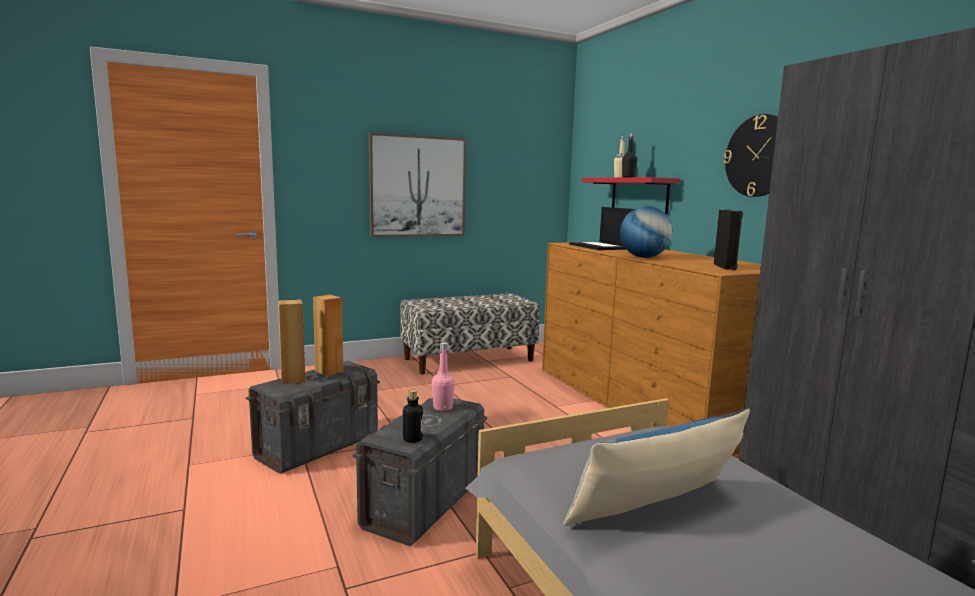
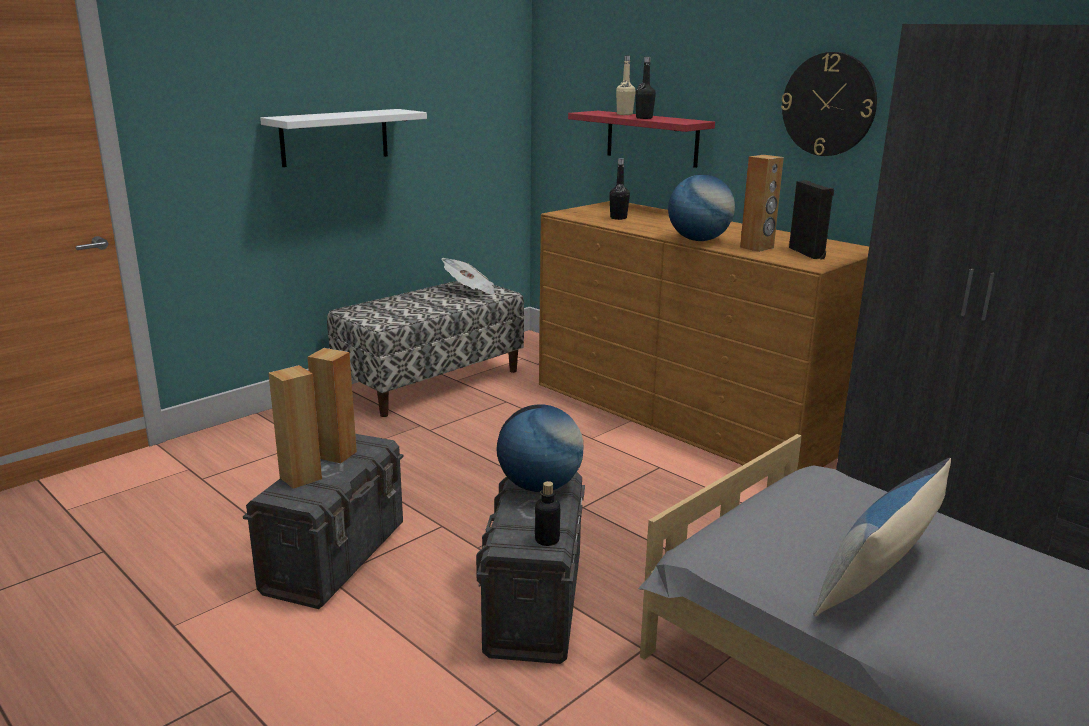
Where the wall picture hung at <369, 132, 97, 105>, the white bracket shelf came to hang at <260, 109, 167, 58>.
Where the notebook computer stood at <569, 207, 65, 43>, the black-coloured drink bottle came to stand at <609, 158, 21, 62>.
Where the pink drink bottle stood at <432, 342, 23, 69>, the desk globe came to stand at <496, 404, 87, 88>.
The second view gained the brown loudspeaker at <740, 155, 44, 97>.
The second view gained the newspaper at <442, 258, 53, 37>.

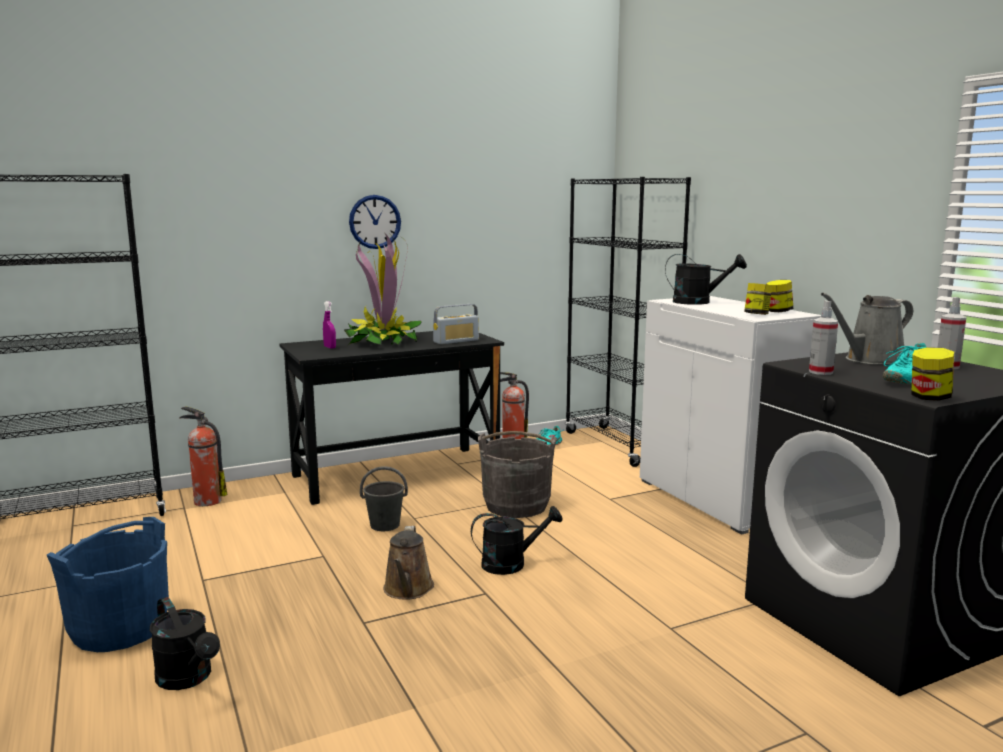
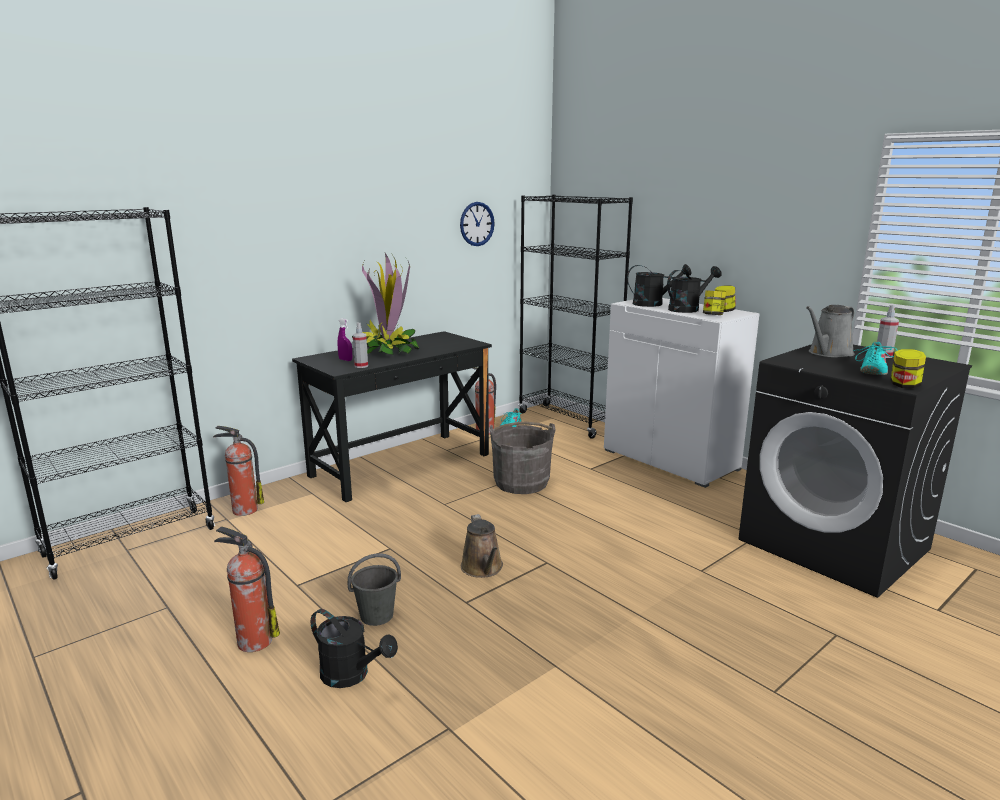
The wall clock ended up elsewhere, having gone from <349, 195, 52, 54> to <460, 202, 35, 44>.
The sprayer ended up elsewhere, having gone from <809, 301, 29, 74> to <353, 323, 15, 45>.
The second view lost the radio at <433, 304, 46, 40>.
The grey bucket ended up elsewhere, having gone from <360, 466, 48, 65> to <348, 553, 53, 73>.
The black-coloured sprinkling can ended up elsewhere, having gone from <471, 506, 92, 69> to <667, 266, 55, 47>.
Where the blue bucket stood at <47, 517, 122, 135>, the fire extinguisher came to stand at <214, 526, 66, 126>.

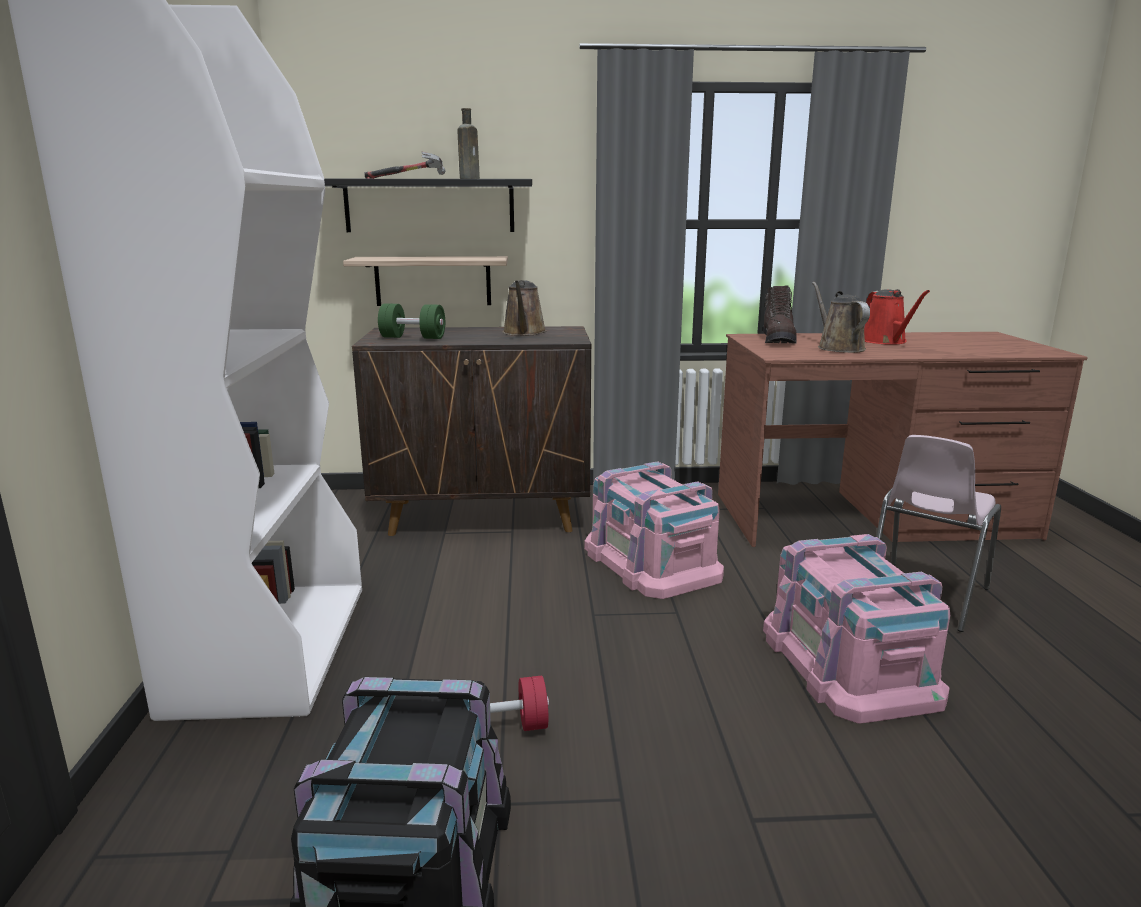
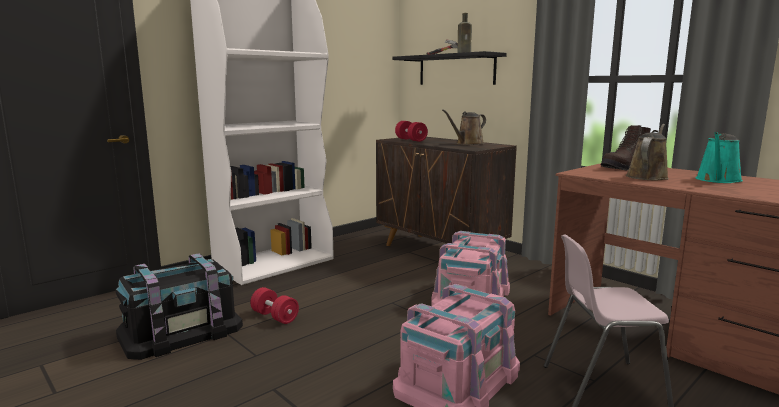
The second view lost the bracket shelf at <343, 256, 165, 50>.
What was the reddish sprinkling can at <864, 289, 66, 55> turned into the turquoise-coloured sprinkling can at <696, 132, 47, 51>.
What was the green-coloured hand weight at <378, 303, 67, 36> turned into the reddish hand weight at <395, 121, 33, 21>.

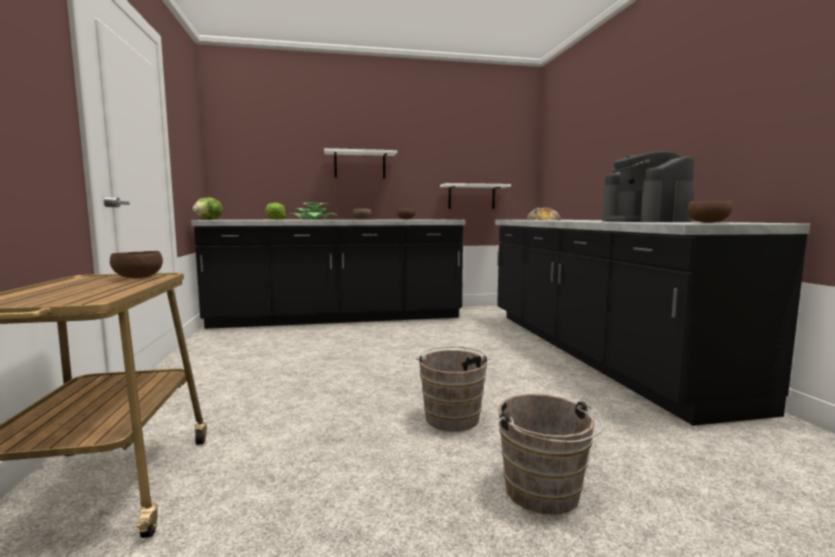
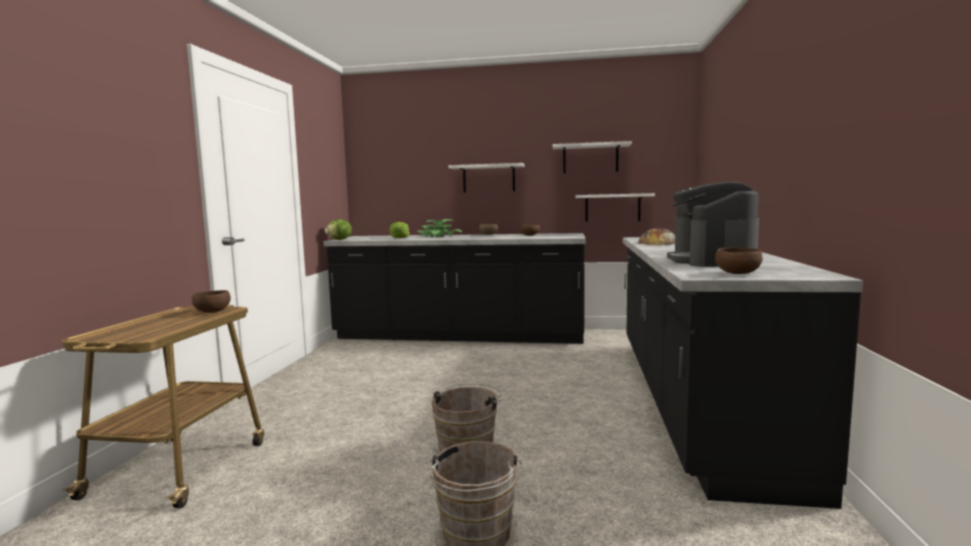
The second view gained the white bracket shelf at <553, 141, 79, 32>.

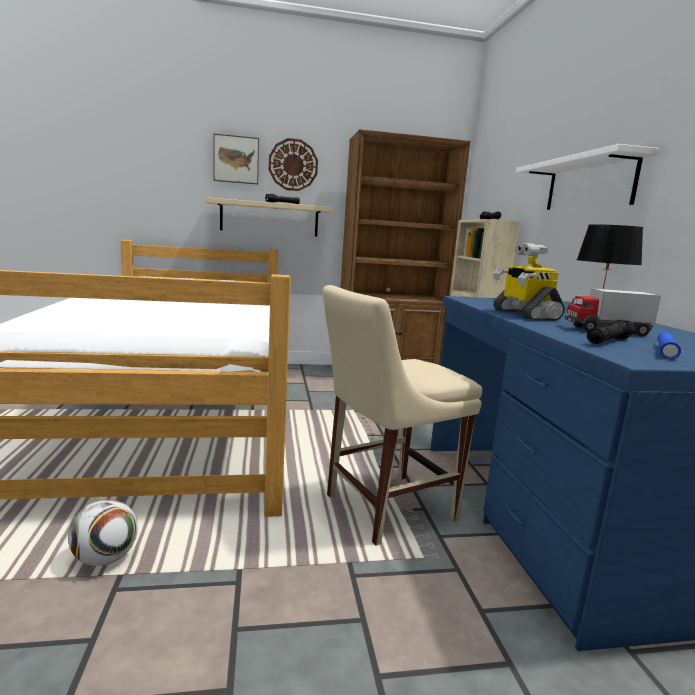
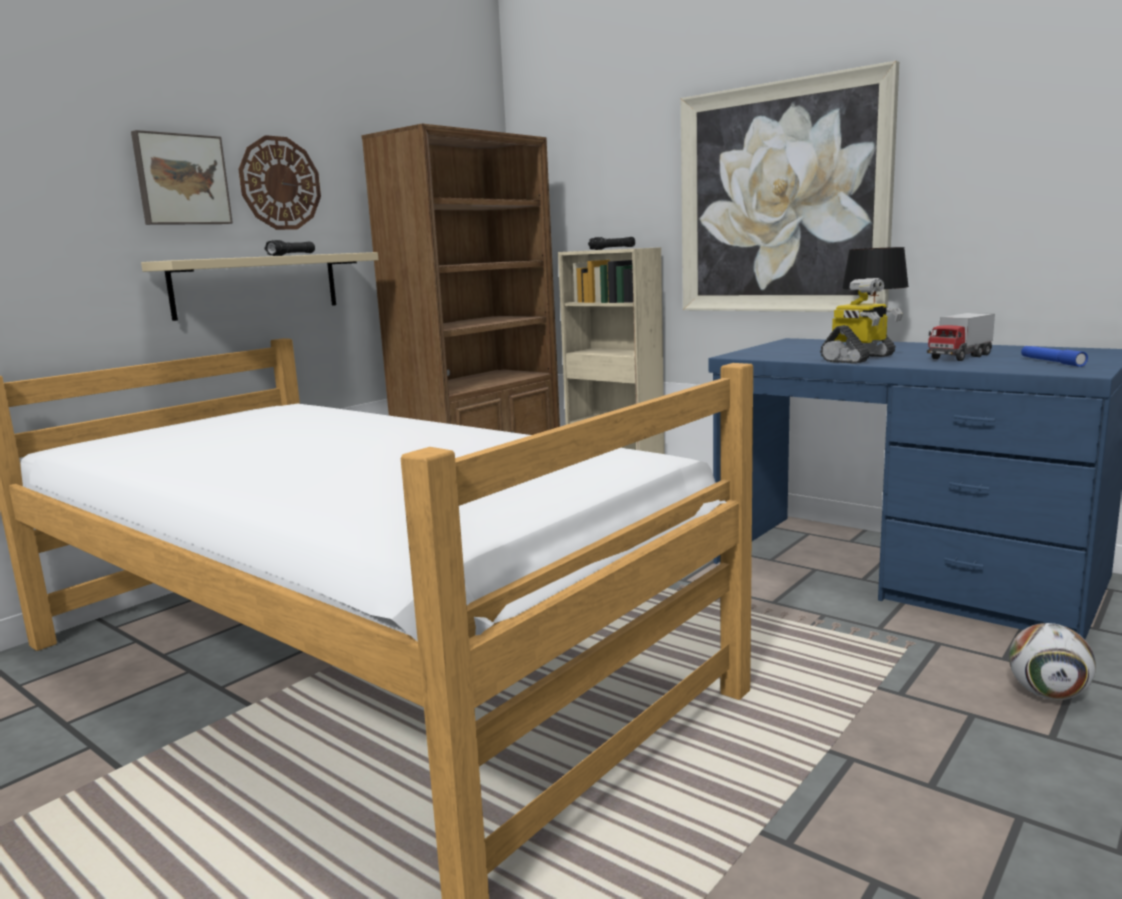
Where the white bracket shelf hung at <516, 144, 143, 66>, the wall picture came to hang at <681, 61, 218, 251>.
The model robot at <493, 243, 72, 78> ended up facing another way, 75 degrees counterclockwise from before.
The second view lost the beige upright chair at <322, 285, 160, 261>.
The second view lost the black-coloured torch at <587, 319, 49, 25>.
The football ended up elsewhere, having gone from <68, 499, 70, 67> to <1009, 623, 87, 77>.

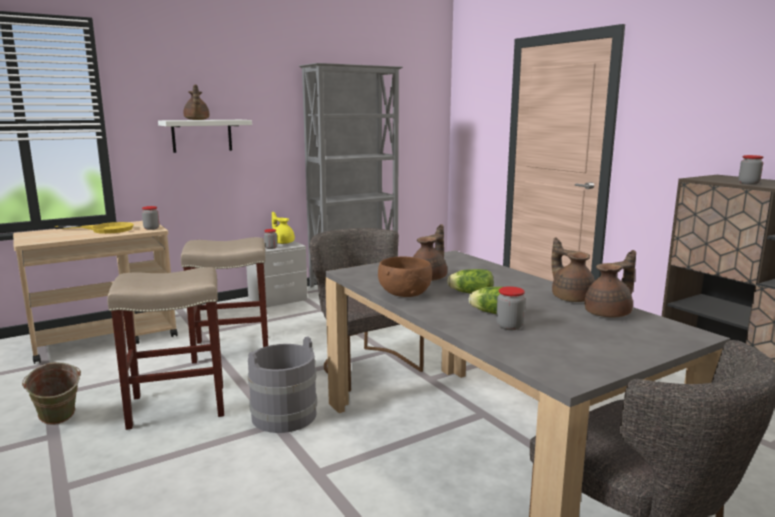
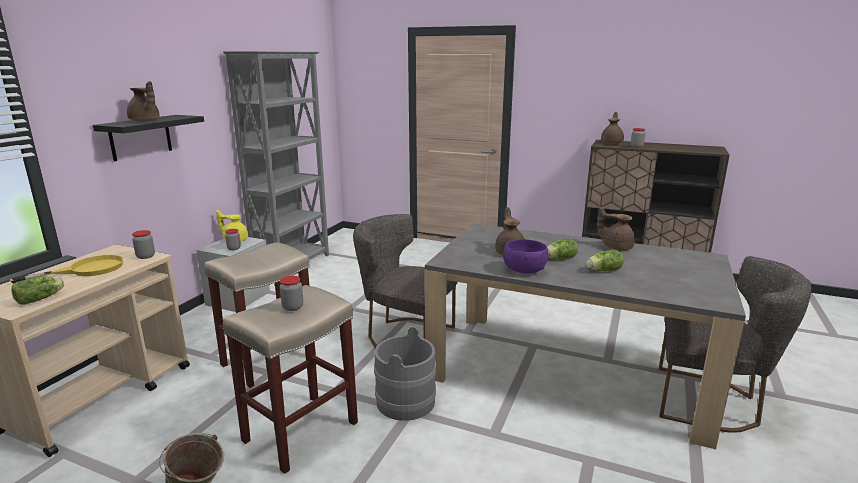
What was the white bracket shelf at <158, 120, 94, 33> turned into the black-coloured bracket shelf at <93, 115, 111, 47>.
The brown tea pot ended up elsewhere, having gone from <585, 250, 51, 67> to <601, 112, 23, 32>.
What was the brown deep dish at <378, 257, 54, 40> turned into the purple deep dish at <503, 239, 45, 35>.
The storage jar ended up elsewhere, having gone from <496, 286, 29, 44> to <280, 276, 23, 35>.
The second view gained the head of lettuce at <11, 276, 53, 29>.

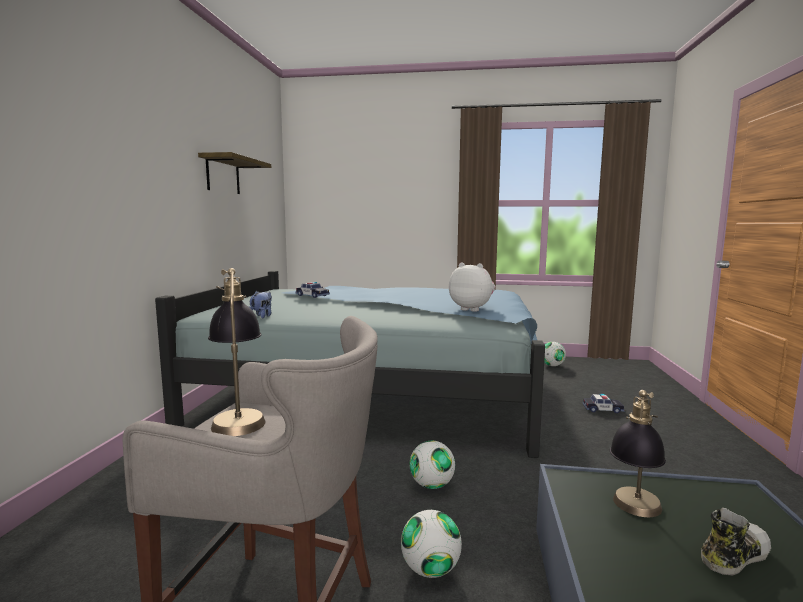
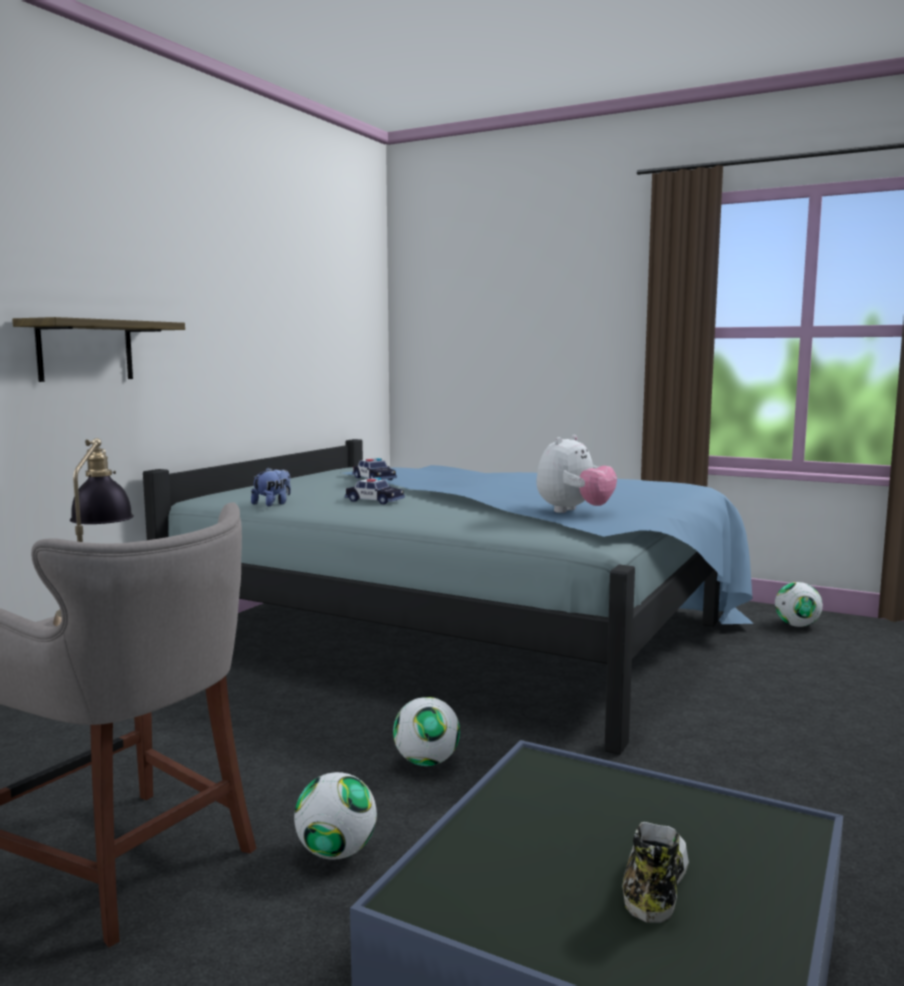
The bracket shelf ended up elsewhere, having gone from <198, 152, 73, 42> to <12, 317, 173, 65>.
The soft toy at <449, 262, 46, 50> ended up facing another way, 75 degrees clockwise from before.
The second view lost the tabletop lamp at <610, 390, 56, 127>.
The model car ended up elsewhere, having gone from <582, 394, 43, 19> to <345, 477, 60, 27>.
The low shoe at <701, 508, 70, 68> ended up facing another way, 60 degrees counterclockwise from before.

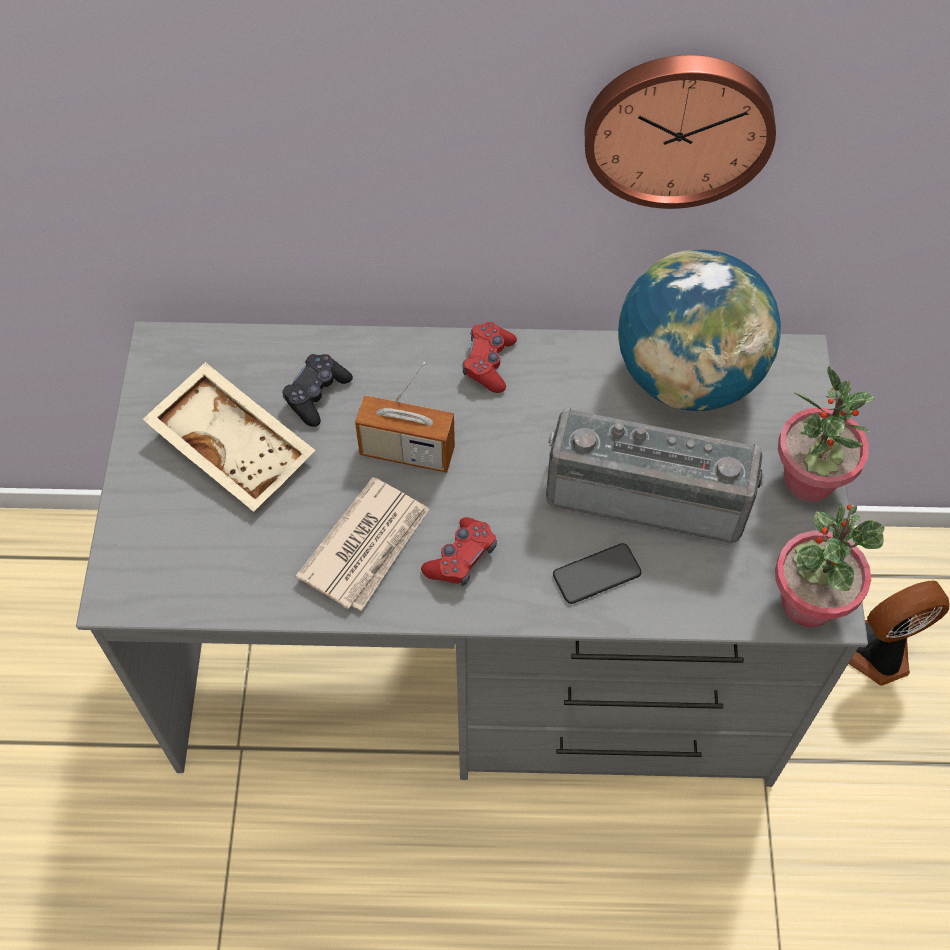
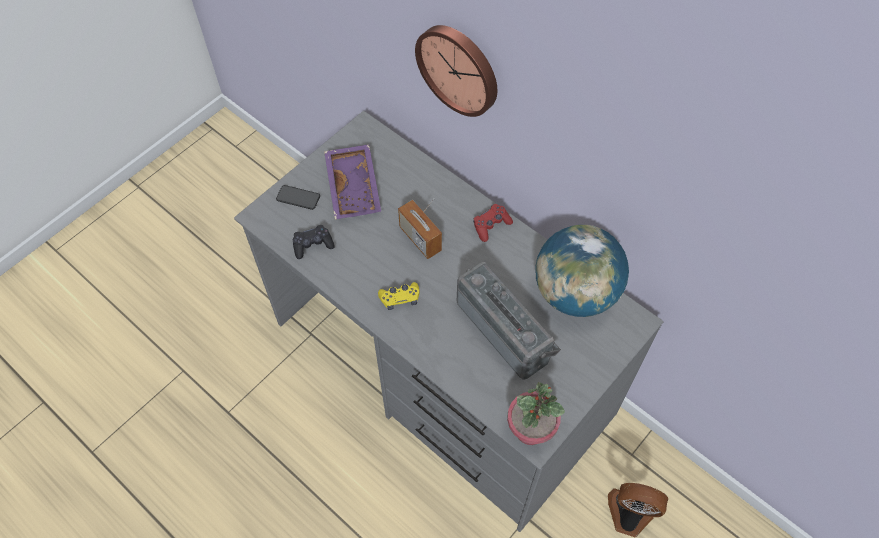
The wall clock ended up elsewhere, having gone from <585, 55, 191, 154> to <415, 25, 82, 92>.
The black-coloured joypad ended up elsewhere, having gone from <282, 354, 71, 73> to <293, 225, 42, 34>.
What was the beige tray at <142, 362, 173, 150> turned into the purple tray at <324, 144, 57, 75>.
The second view lost the potted plant at <778, 366, 97, 136>.
The second view lost the newspaper at <296, 477, 133, 134>.
What was the reddish joypad at <421, 517, 76, 69> turned into the yellow joypad at <378, 282, 42, 28>.
The telephone ended up elsewhere, having gone from <553, 543, 88, 61> to <276, 185, 44, 25>.

